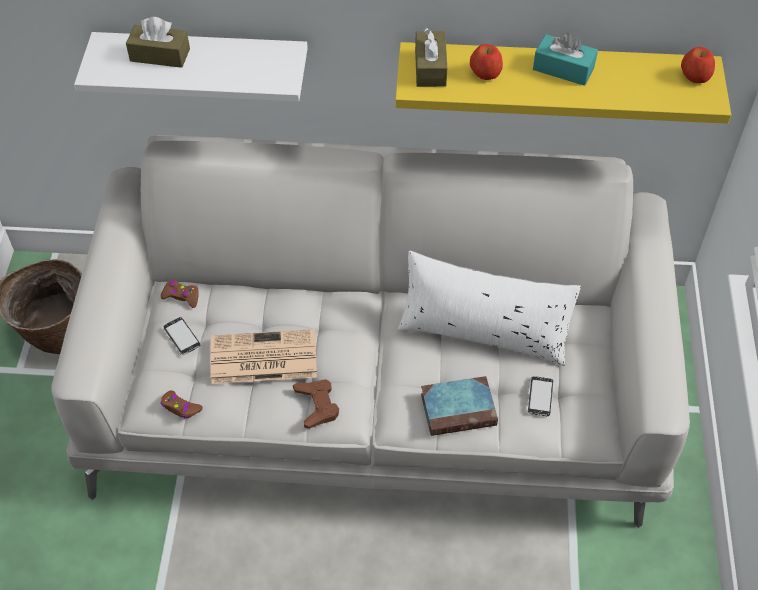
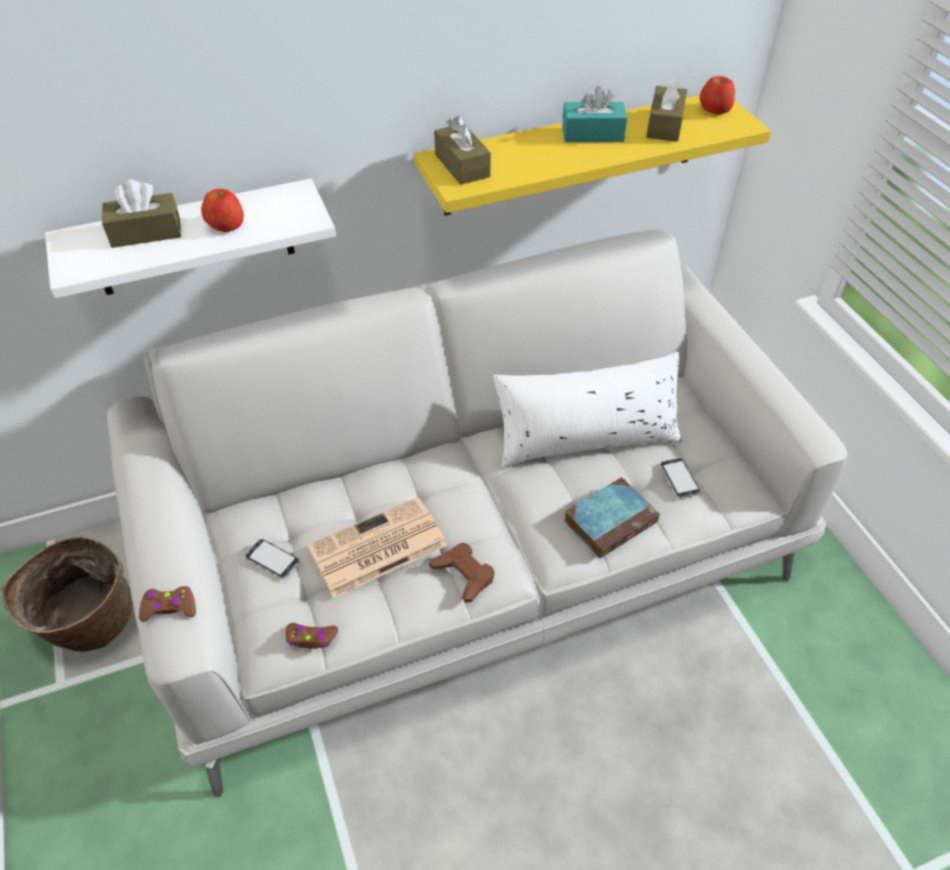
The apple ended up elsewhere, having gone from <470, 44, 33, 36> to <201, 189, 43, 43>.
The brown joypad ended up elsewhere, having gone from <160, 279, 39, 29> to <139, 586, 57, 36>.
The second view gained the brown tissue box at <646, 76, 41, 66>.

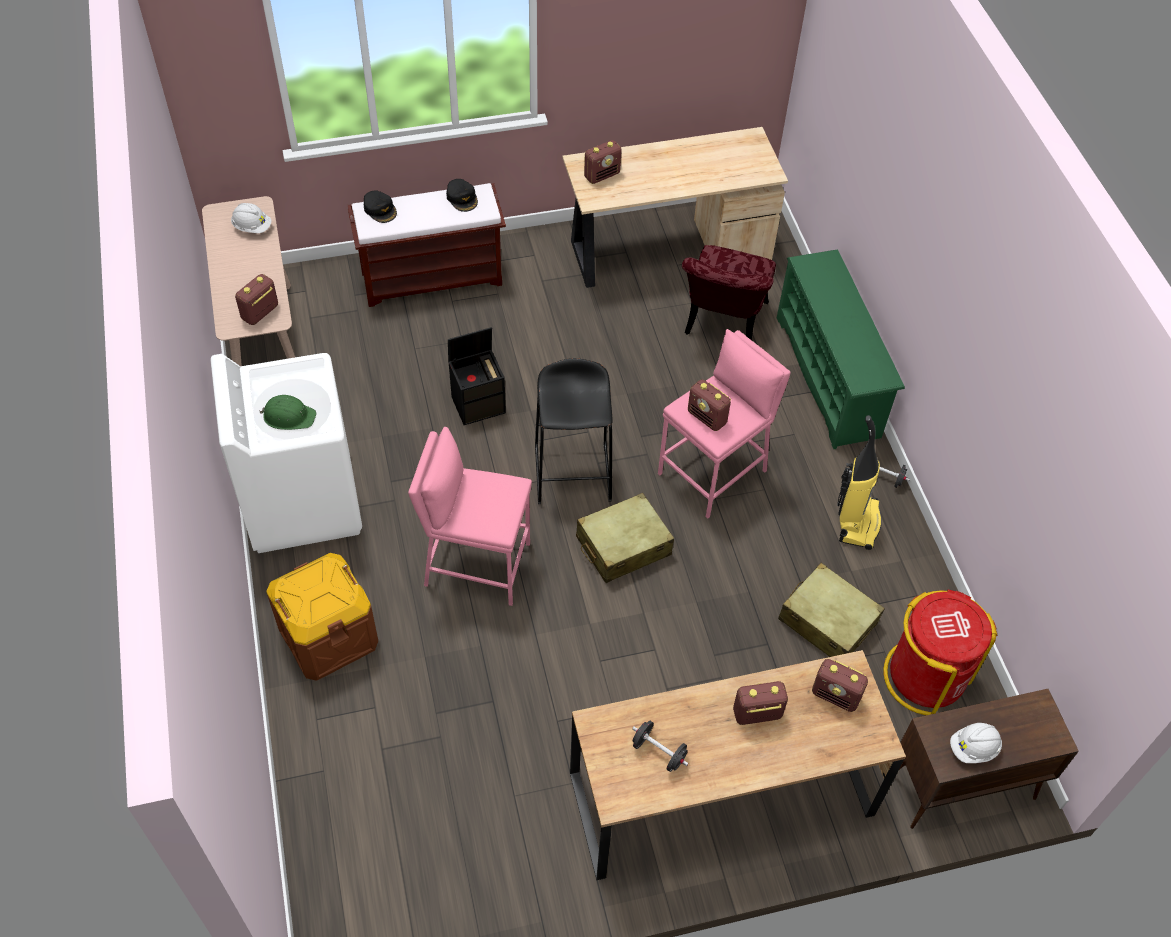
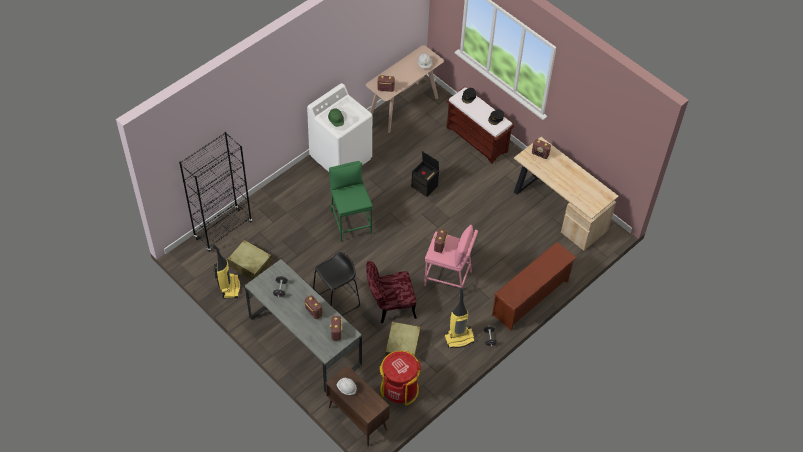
The reddish upright chair ended up elsewhere, having gone from <682, 245, 94, 95> to <366, 261, 51, 62>.
What was the green-coloured shoe shelf at <777, 249, 128, 200> turned into the brown shoe shelf at <492, 242, 85, 89>.
The black-coloured sitting stool ended up elsewhere, having gone from <535, 358, 78, 146> to <313, 252, 47, 64>.
What was the pink sitting stool at <408, 427, 124, 179> turned into the green-coloured sitting stool at <329, 161, 44, 81>.
The beige suitcase ended up elsewhere, having gone from <576, 493, 98, 90> to <227, 240, 45, 40>.
The second view lost the brown storage box at <266, 553, 112, 128>.
What was the brown desk at <570, 650, 336, 230> turned into the grey desk at <245, 259, 117, 133>.
The second view gained the black-coloured bookcase at <179, 132, 73, 120>.
The second view gained the hoover at <211, 244, 30, 54>.

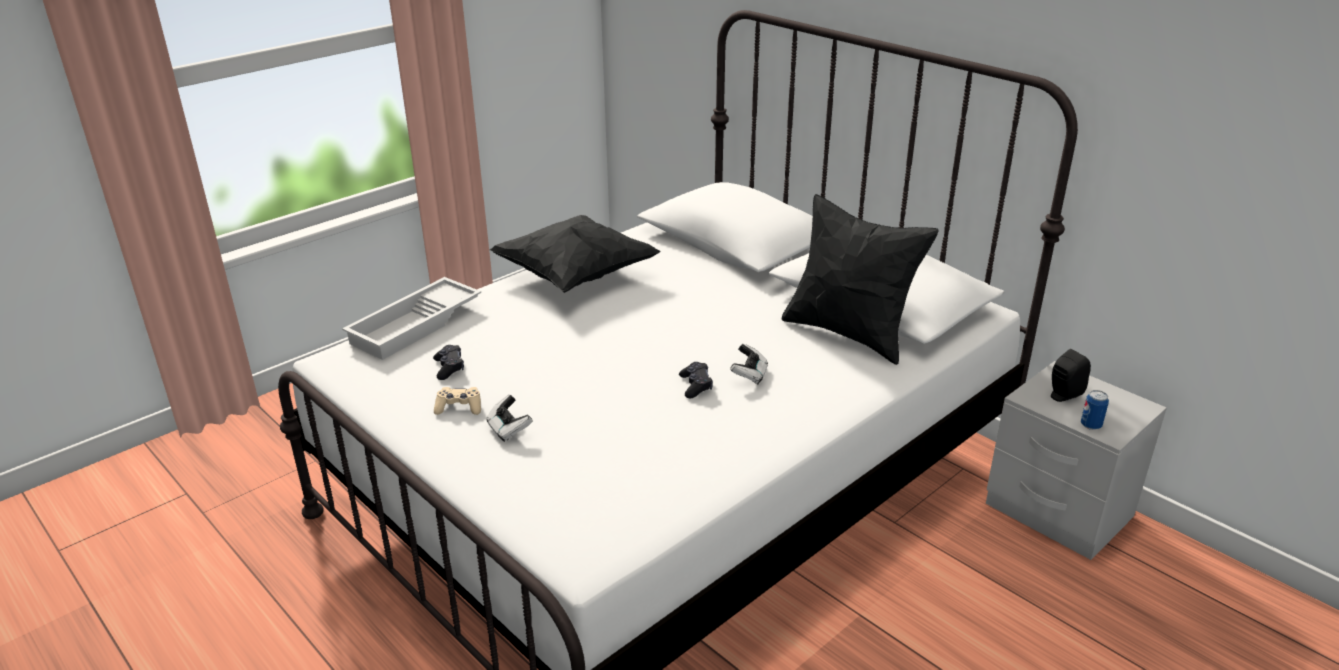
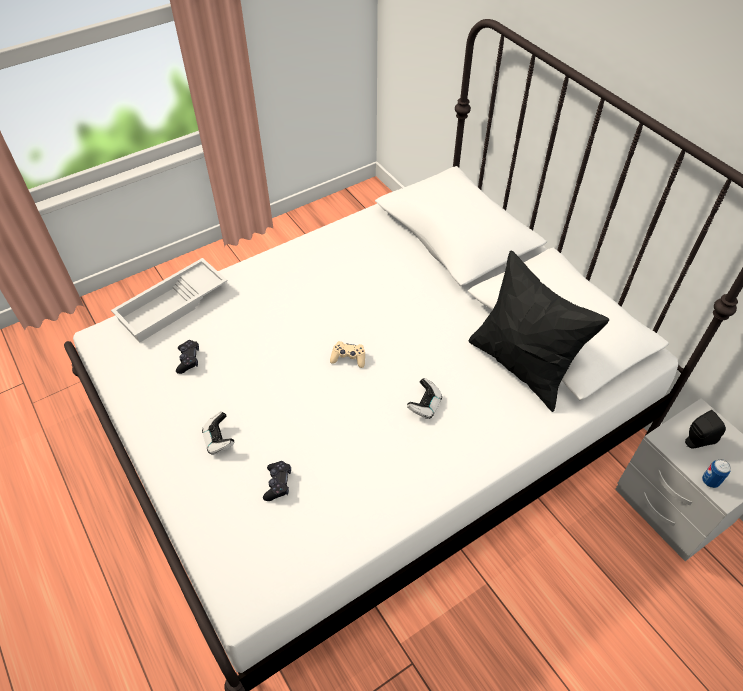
The second view lost the black-coloured throw pillow at <490, 215, 171, 78>.
The black-coloured joypad ended up elsewhere, having gone from <679, 362, 34, 36> to <263, 461, 28, 40>.
The beige joypad ended up elsewhere, having gone from <434, 387, 47, 28> to <330, 341, 35, 27>.

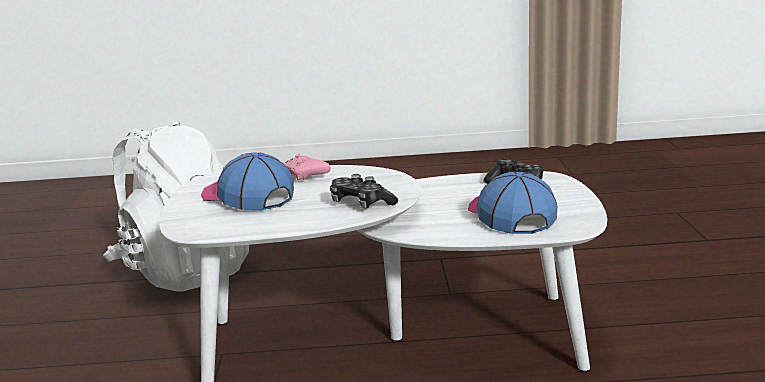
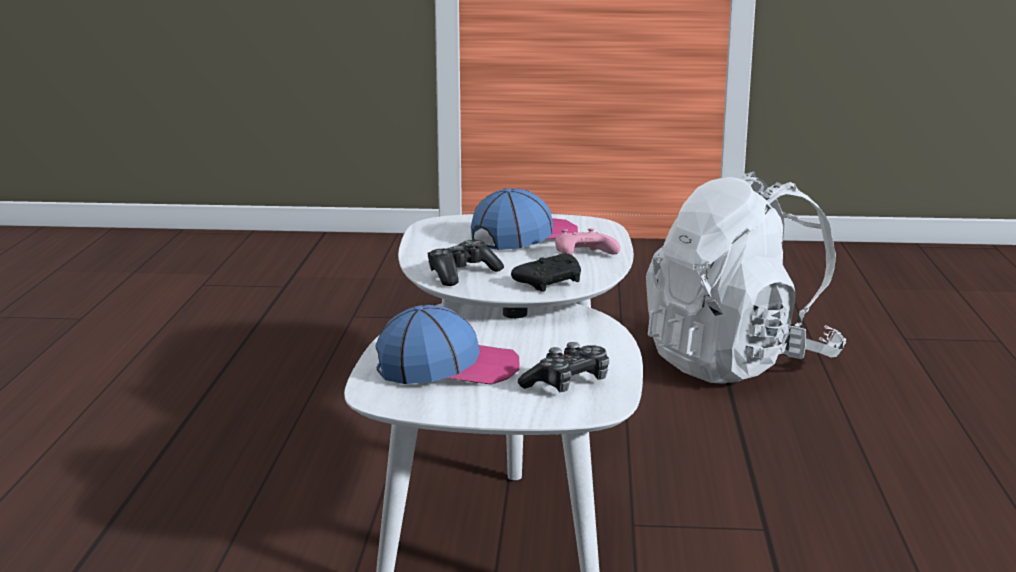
The second view gained the black-coloured joypad at <511, 253, 70, 39>.

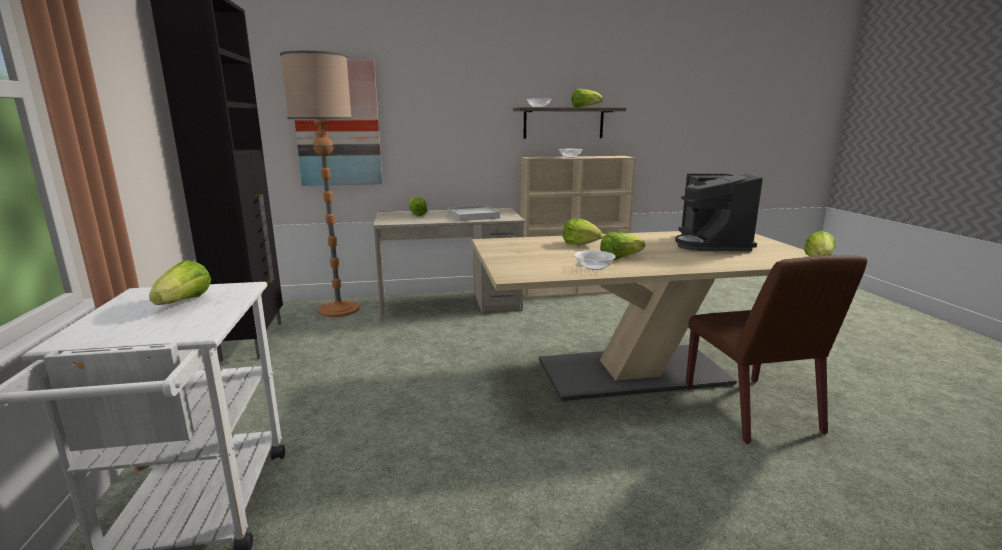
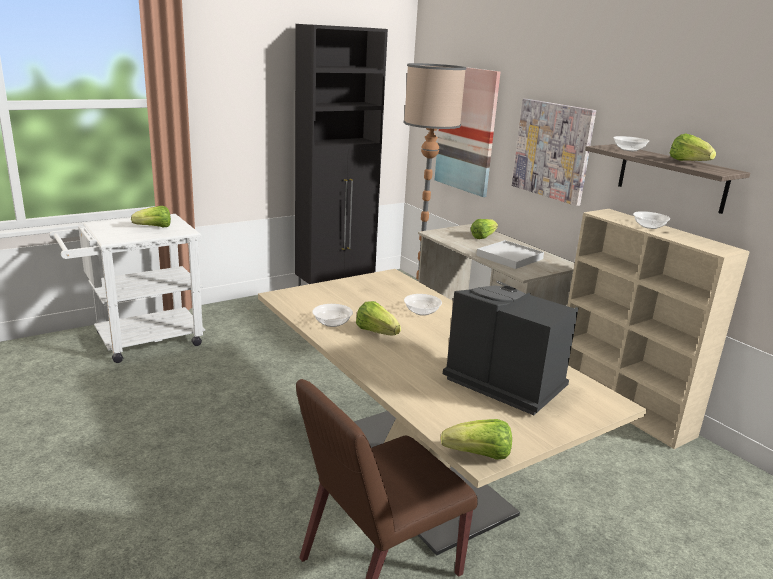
The coffee machine at <675, 174, 88, 77> ended up facing another way, 60 degrees clockwise from before.
Where the head of lettuce stood at <563, 219, 40, 26>, the deep dish came to stand at <404, 294, 38, 22>.
The second view gained the wall picture at <512, 99, 84, 107>.

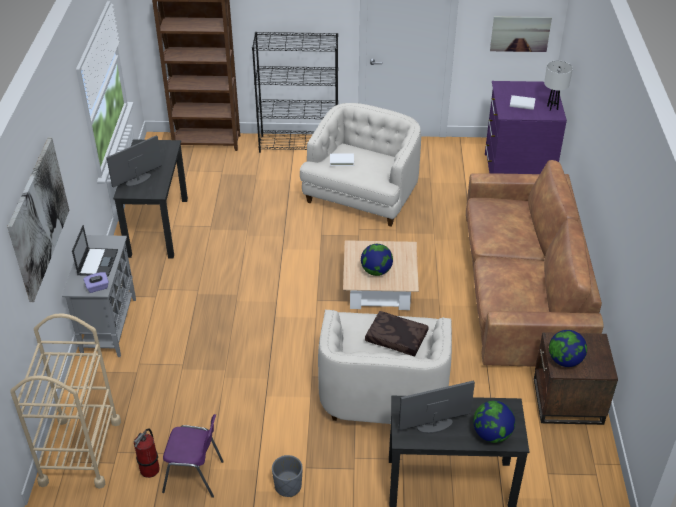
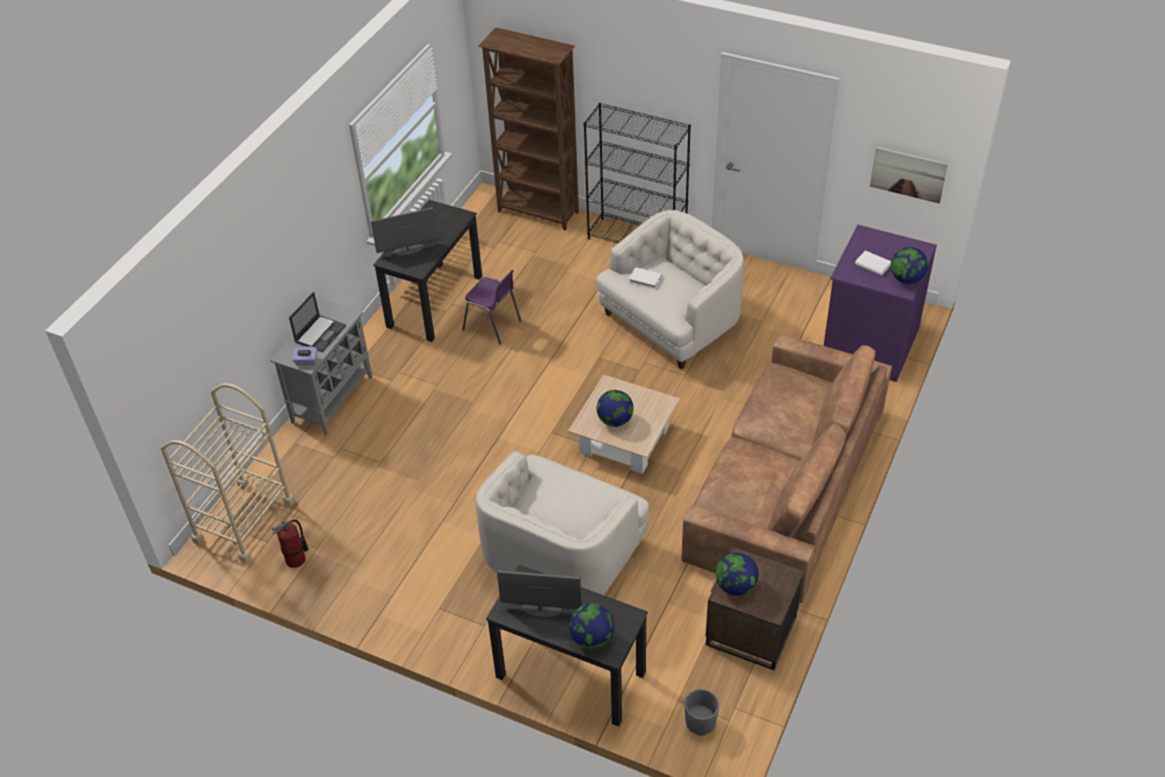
Where the white tabletop lamp stood at <544, 61, 29, 50>, the desk globe came to stand at <891, 247, 38, 37>.
The second view lost the wall picture at <7, 137, 62, 165>.
The second view lost the brown throw pillow at <365, 311, 64, 45>.
The purple upright chair ended up elsewhere, having gone from <162, 414, 62, 84> to <462, 270, 60, 75>.
The grey flower pot ended up elsewhere, having gone from <272, 455, 31, 42> to <685, 689, 34, 47>.

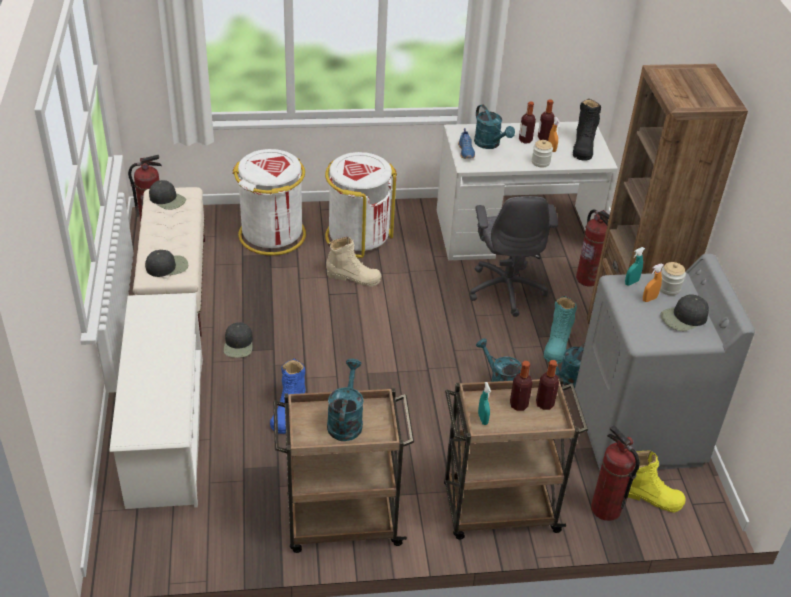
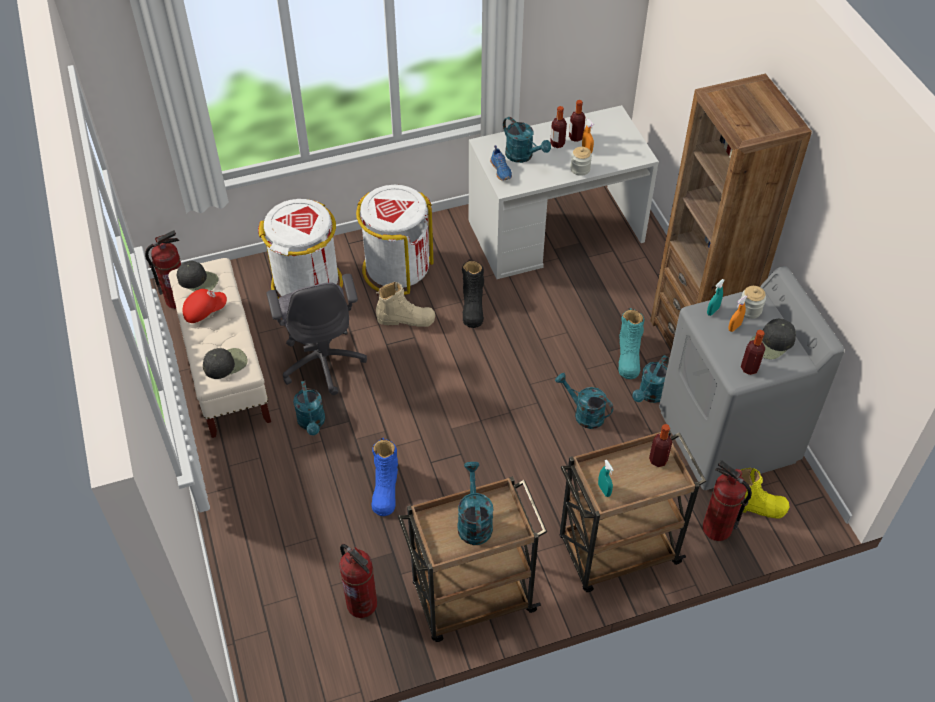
The black-coloured tall boot ended up elsewhere, having gone from <573, 99, 28, 62> to <462, 259, 22, 69>.
The grey desk chair ended up elsewhere, having gone from <469, 196, 89, 121> to <267, 274, 100, 121>.
The fire extinguisher ended up elsewhere, having gone from <576, 209, 34, 77> to <339, 544, 38, 74>.
The second view lost the white shoe shelf at <110, 293, 93, 216>.
Where the black-coloured cap stood at <224, 322, 29, 36>, the turquoise-coloured sprinkling can came to stand at <293, 381, 32, 54>.
The drink bottle ended up elsewhere, having gone from <510, 361, 23, 50> to <741, 330, 24, 45>.
The second view gained the reddish cap at <182, 289, 45, 34>.

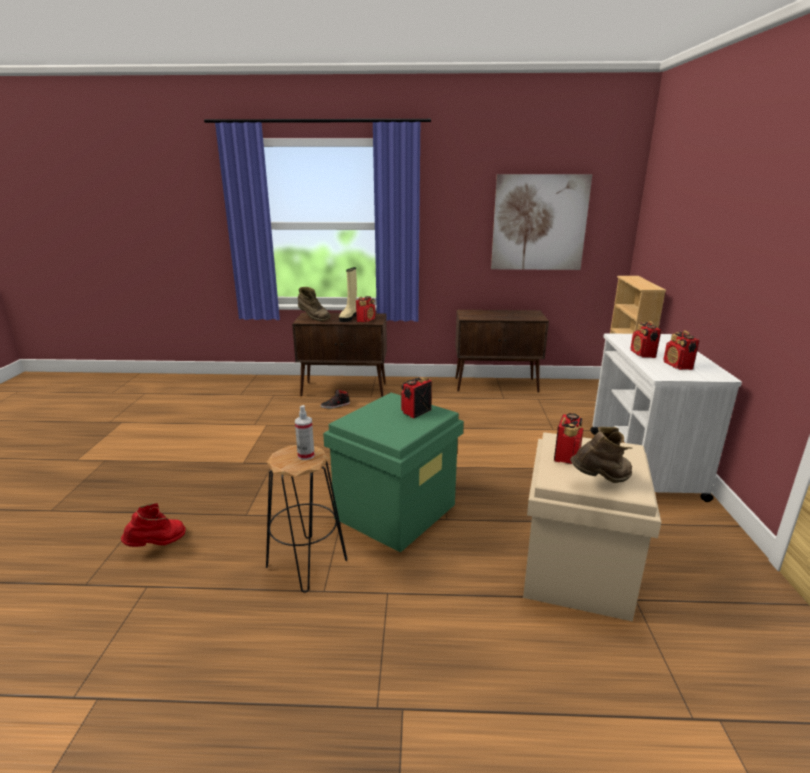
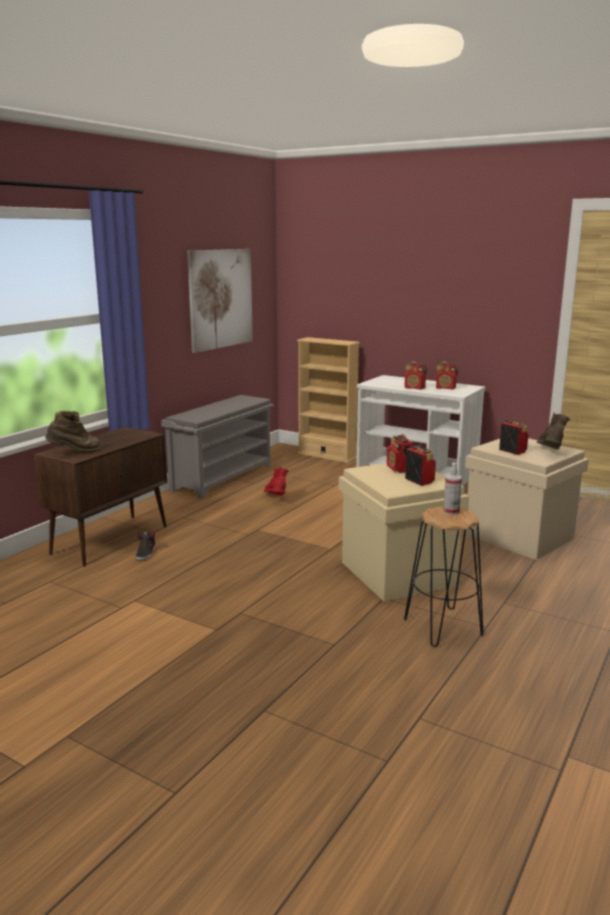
The second view lost the beige tall boot at <339, 267, 18, 55>.
The radio ended up elsewhere, having gone from <356, 296, 19, 26> to <405, 445, 31, 41>.
Where the brown cupboard stood at <455, 310, 94, 83>, the grey shoe shelf came to stand at <161, 395, 113, 104>.
What was the green-coloured storage box at <323, 393, 141, 160> turned into the beige storage box at <339, 463, 130, 139>.
The reddish tall boot ended up elsewhere, having gone from <121, 503, 65, 44> to <264, 466, 24, 30>.

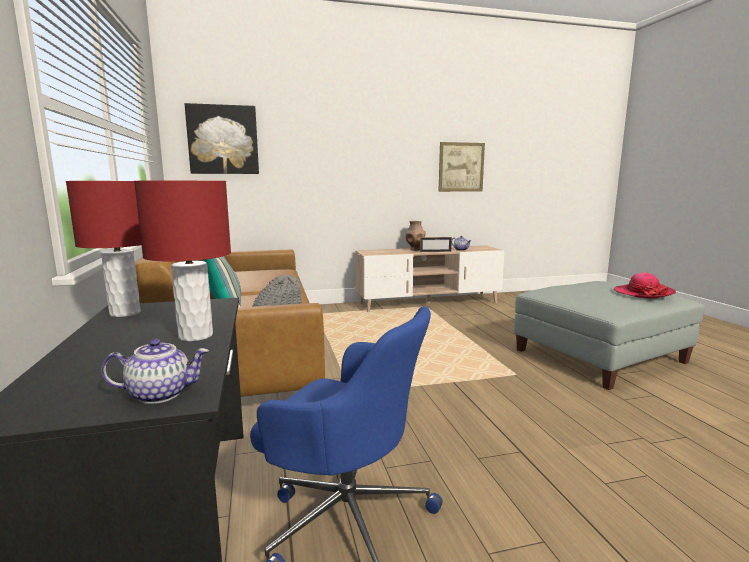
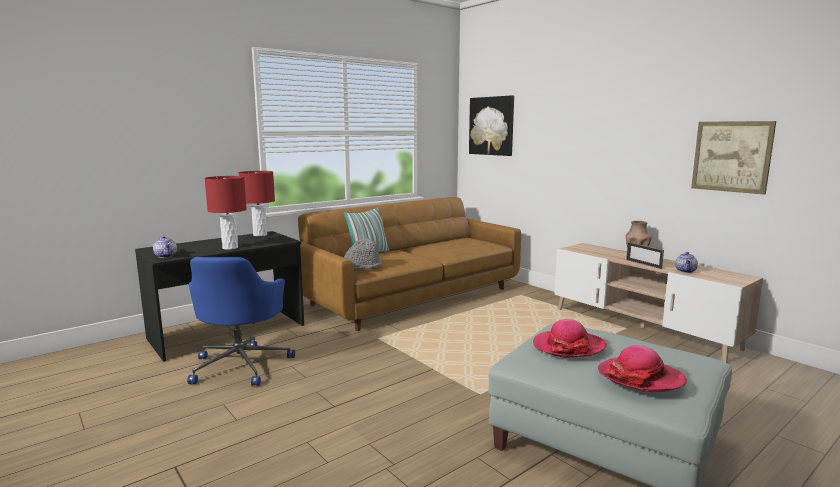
The second view gained the hat at <533, 319, 74, 39>.

